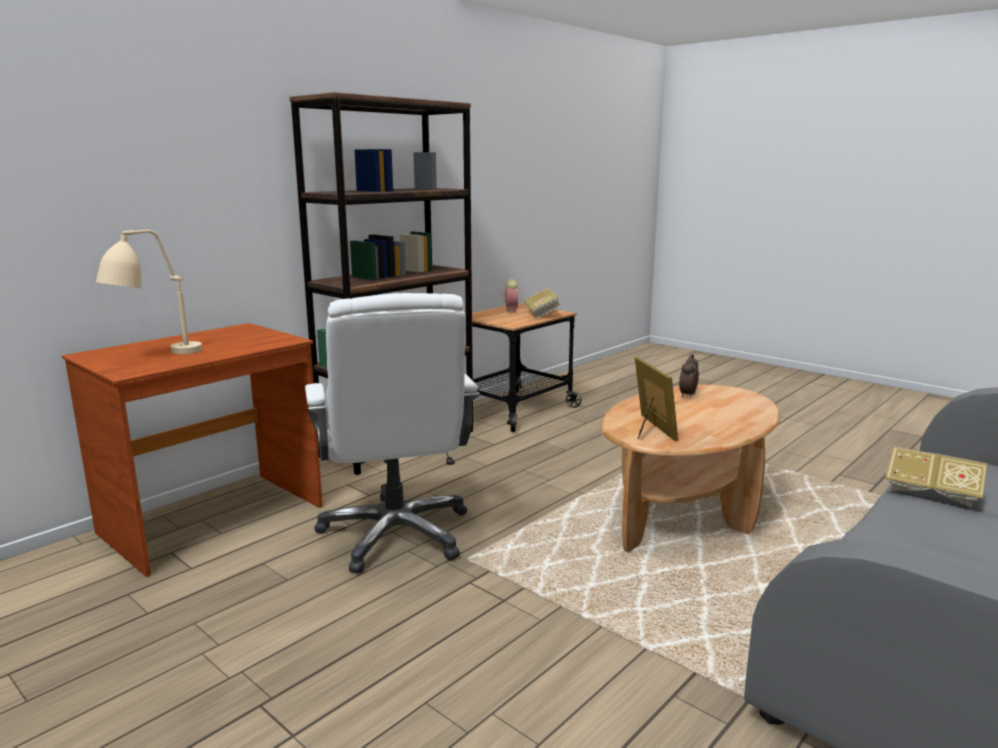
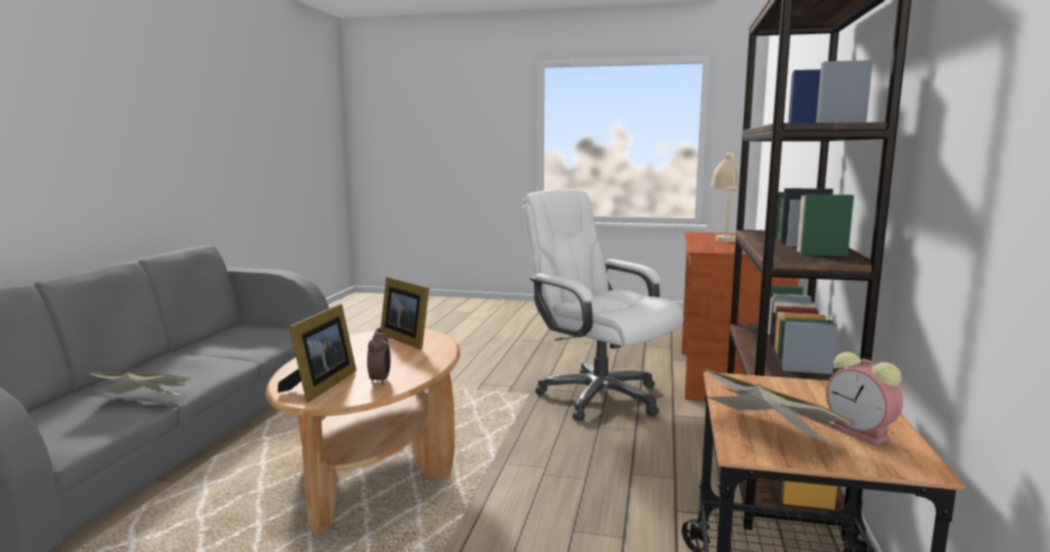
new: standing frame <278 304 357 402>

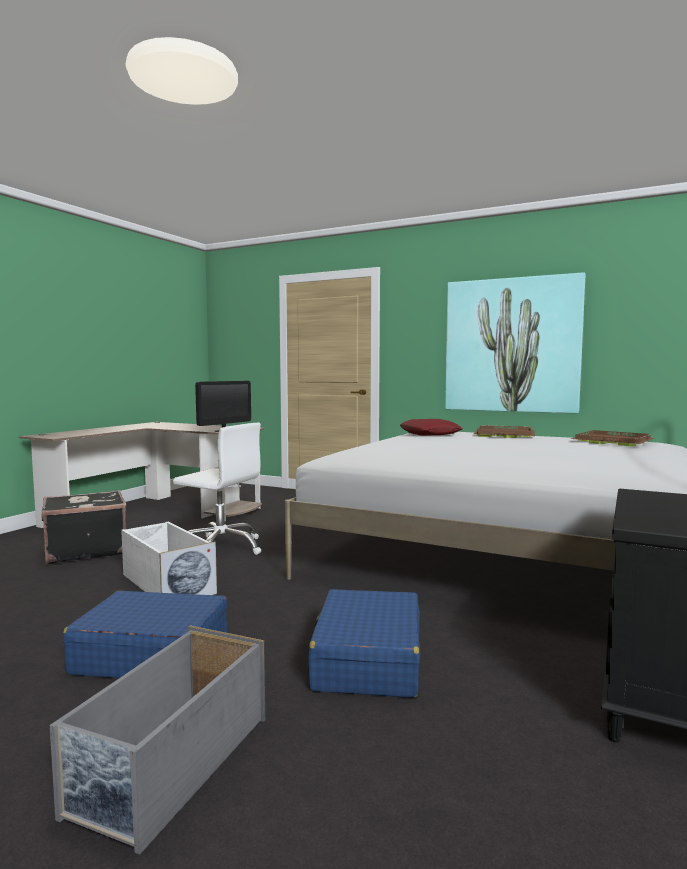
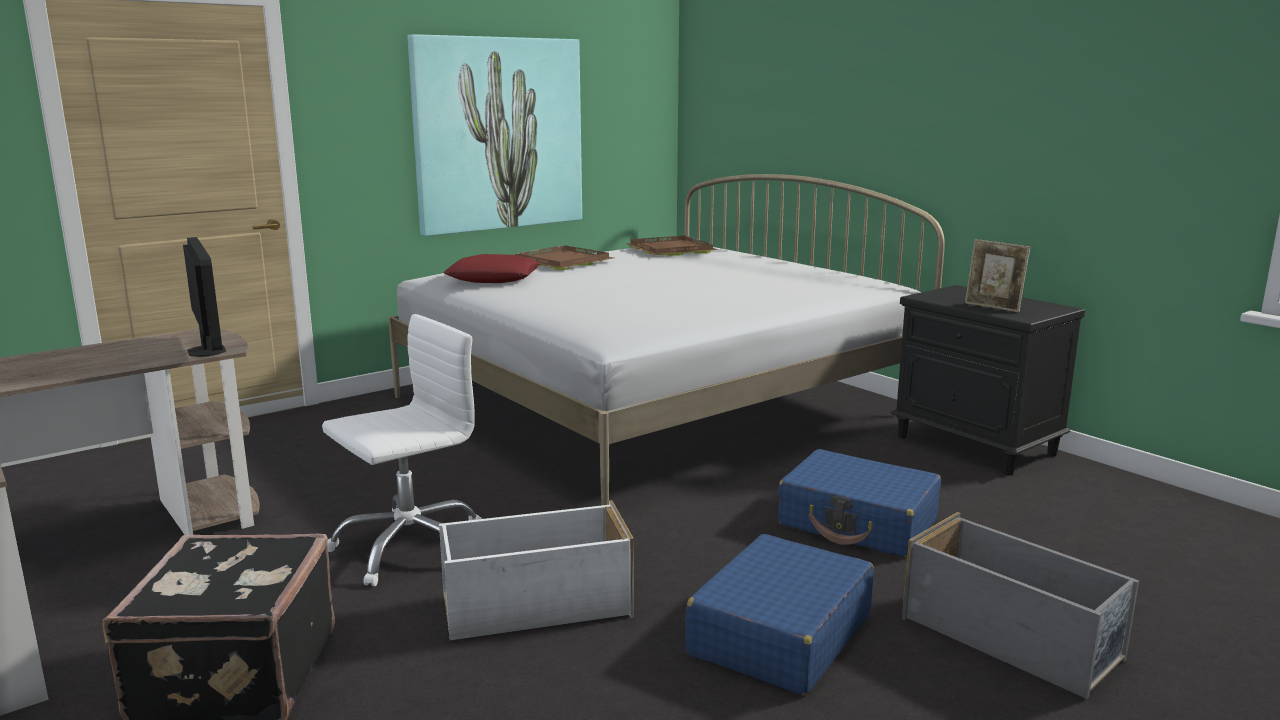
new: standing frame <965 239 1030 312>

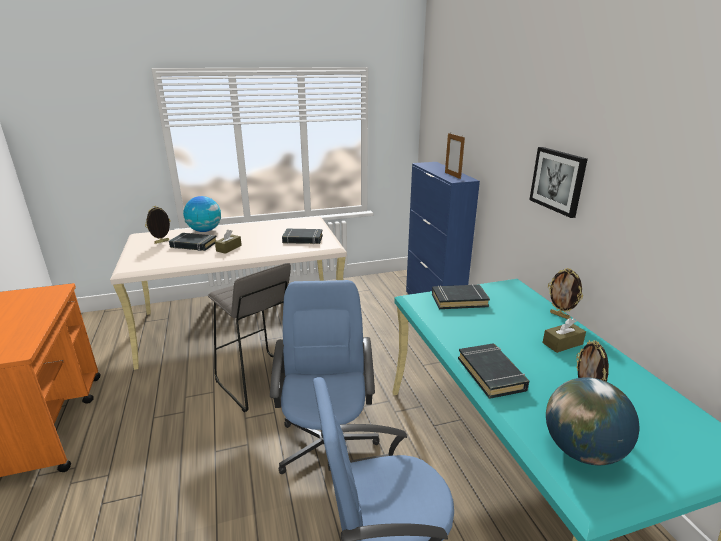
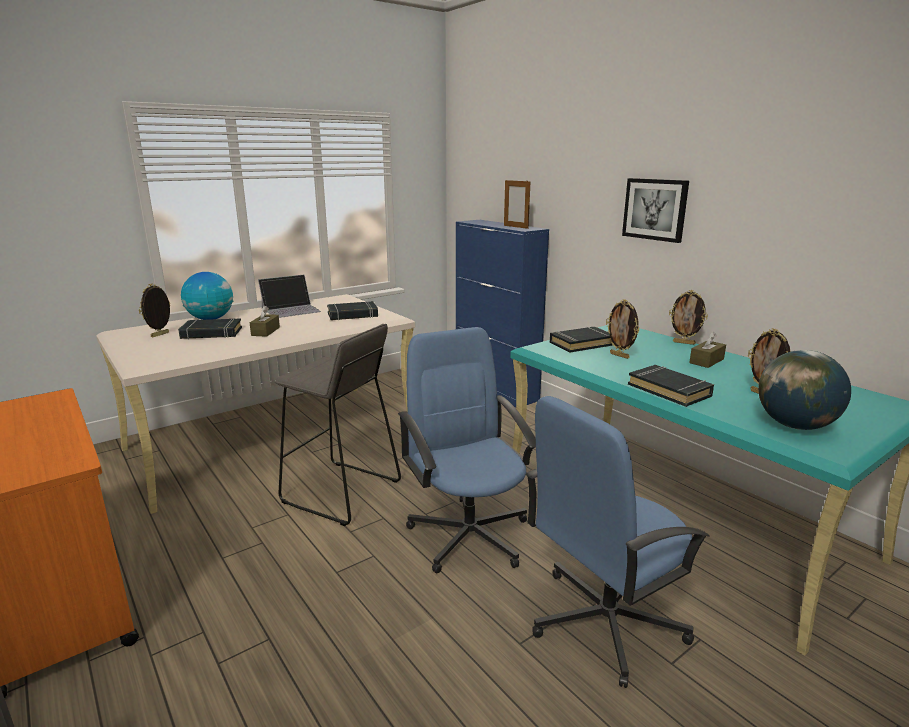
new: laptop <258 275 321 318>; standing frame <606 299 639 359>

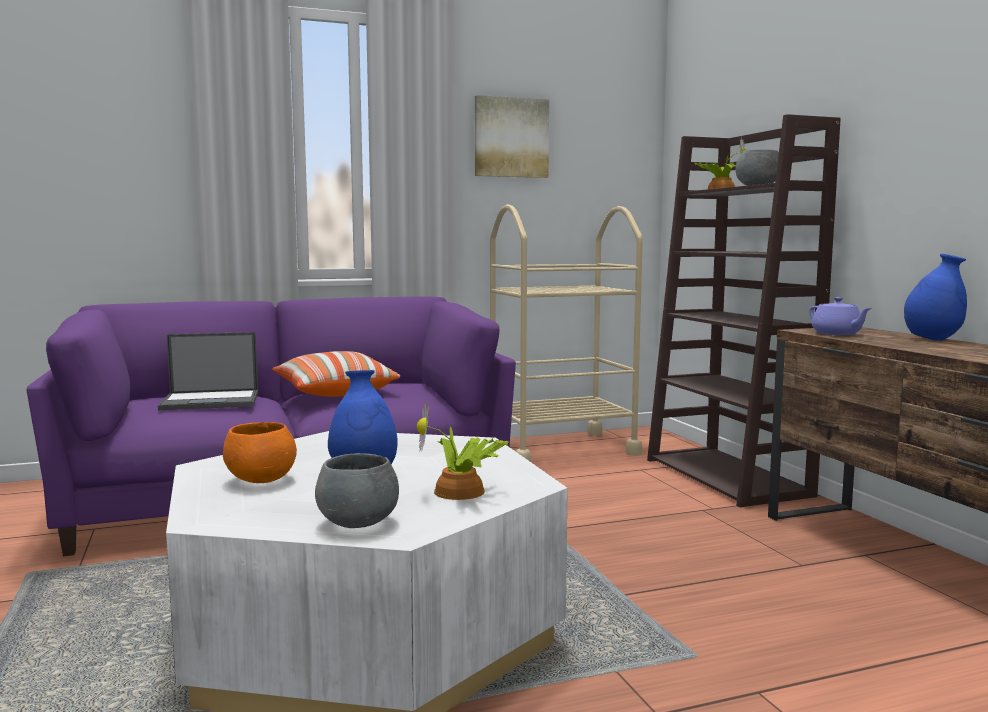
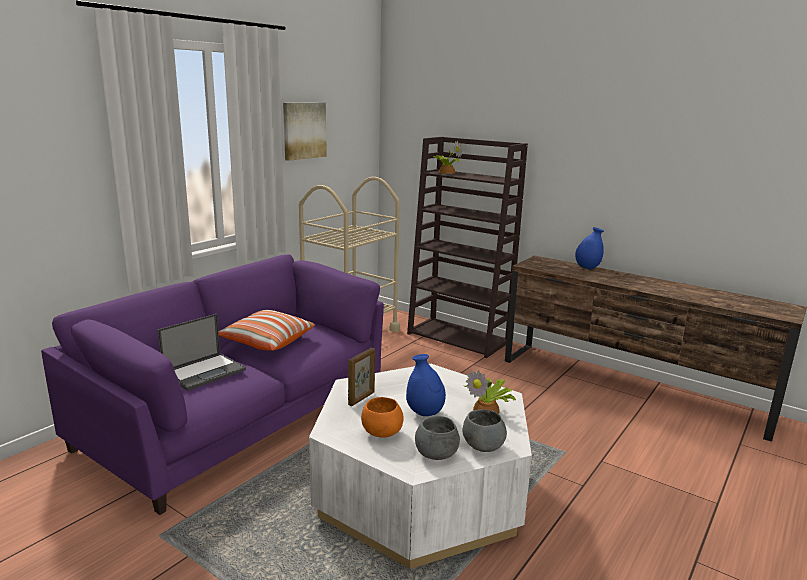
gone: purple tea pot <809 297 872 335>
new: standing frame <348 348 375 406>
shifted: greyish bowl <735 149 779 186> to <415 416 460 460>

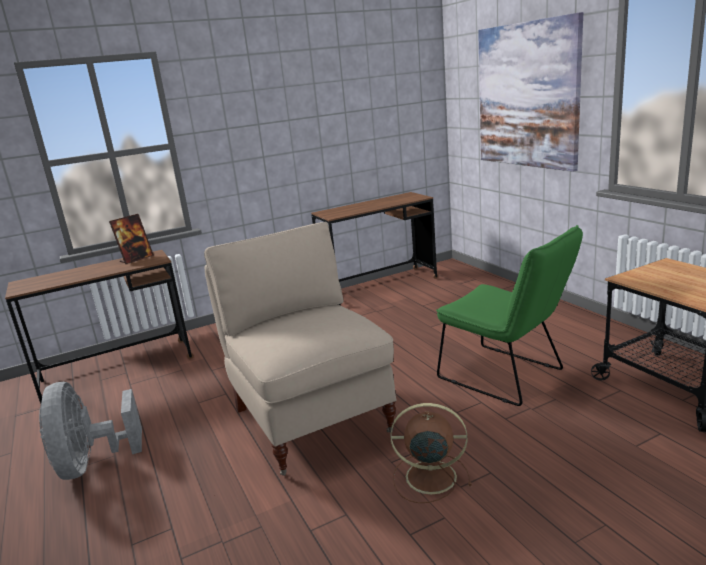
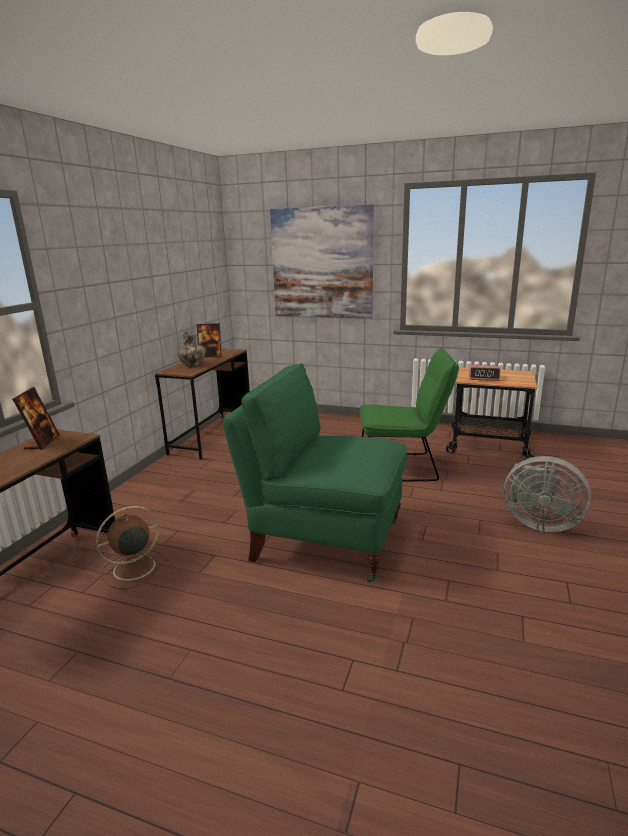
new: vase <177 331 206 366>; standing frame <197 323 222 357>; table clock <469 365 500 381>
shifted: greyish electric fan <39 382 142 480> to <504 456 592 532>; brownish electric fan <390 403 472 503> to <96 506 169 589>
repainted: beige-coloured chair <204 222 396 476> to green chair <223 363 407 583>

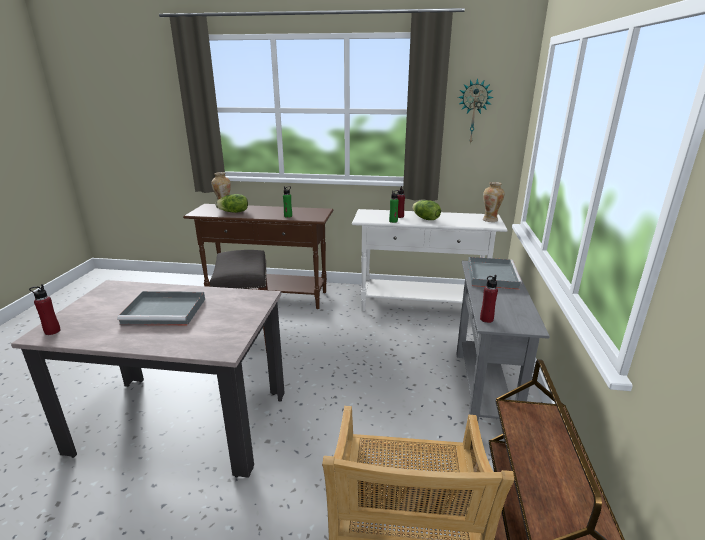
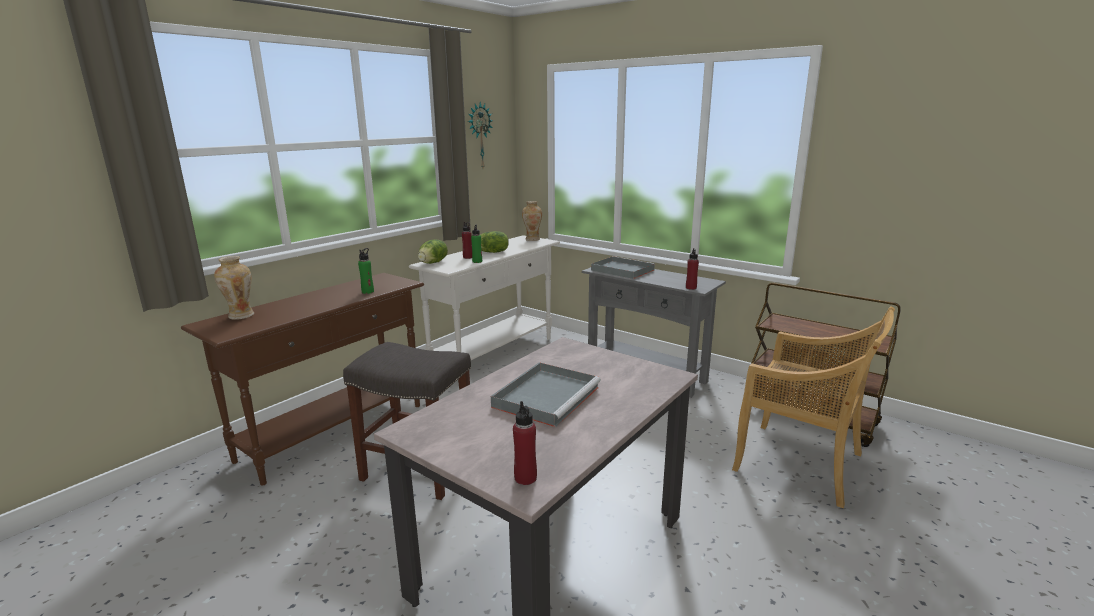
shifted: lettuce head <215 194 248 213> to <418 240 448 264>

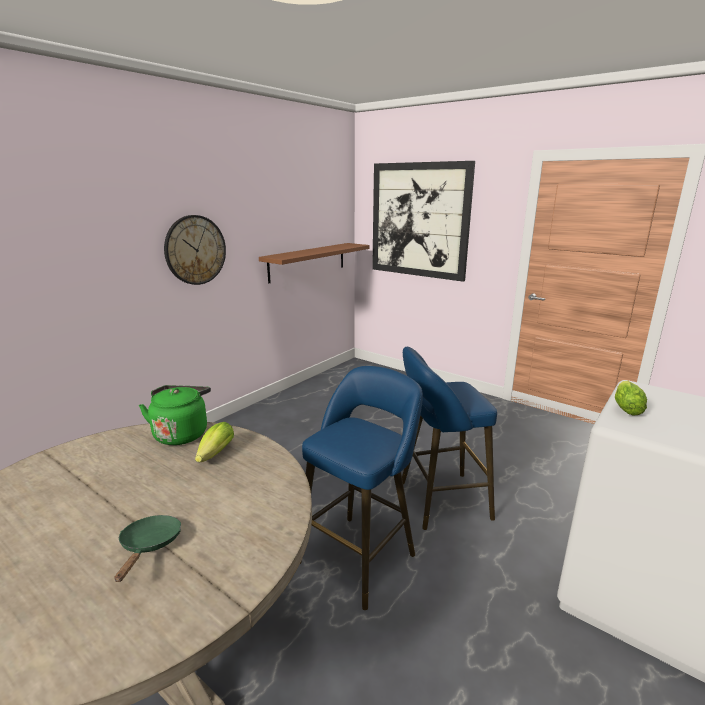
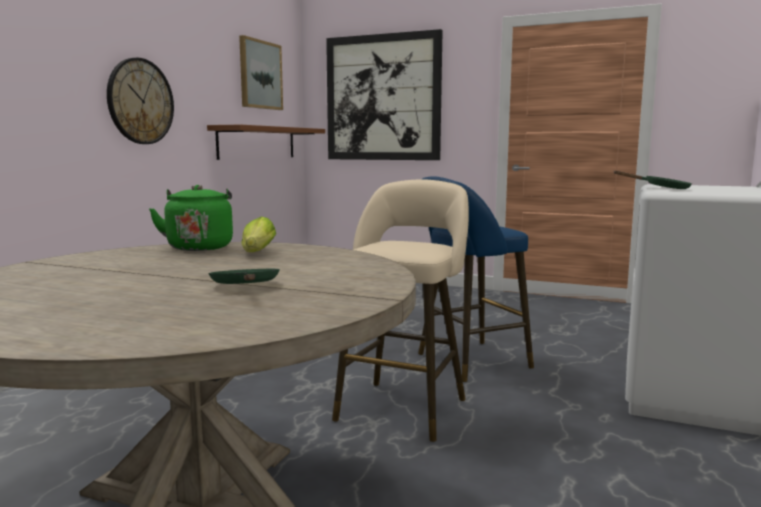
new: wall picture <239 35 283 110>
swapped: lettuce head <615 381 647 415> to green frying pan <614 170 692 189>
repainted: blue-coloured stool <300 366 423 610> to beige-coloured stool <332 179 469 442>

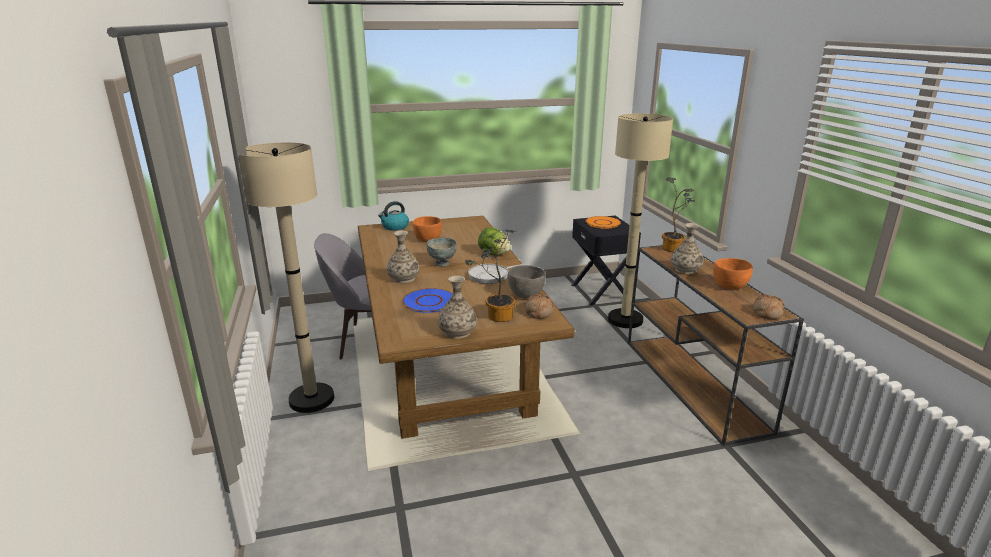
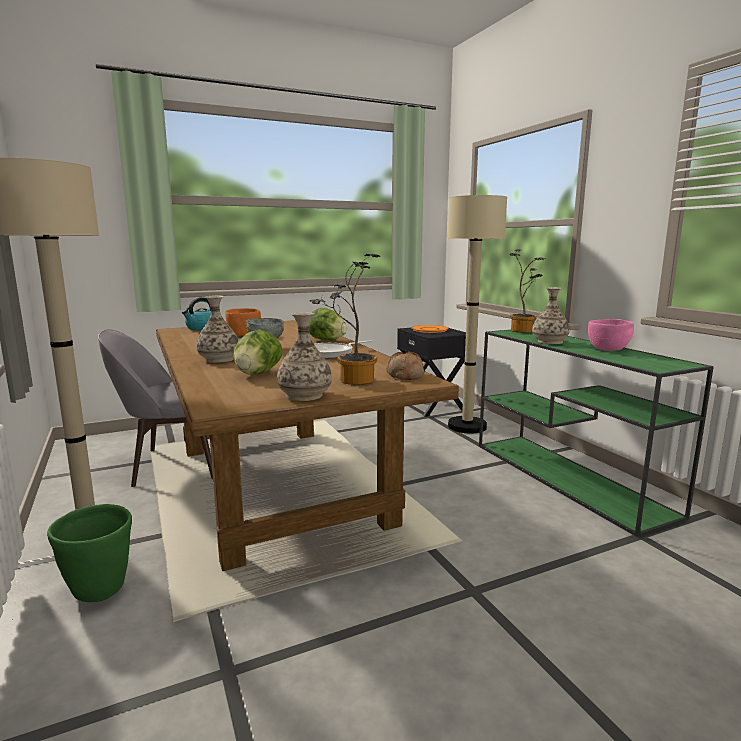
gone: greyish bowl <507 265 545 298>; bread <753 294 785 320>
new: green flower pot <47 504 132 602>
swapped: blue-coloured dinner plate <402 288 453 313> to lettuce head <233 329 283 375>
repainted: brownish narrow table <628 245 804 446> to green narrow table <479 330 714 537>; orange-coloured bowl <713 258 753 289> to pink-coloured bowl <588 319 634 351>

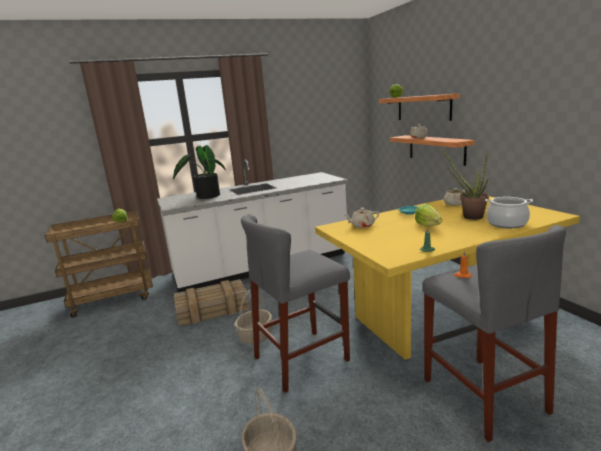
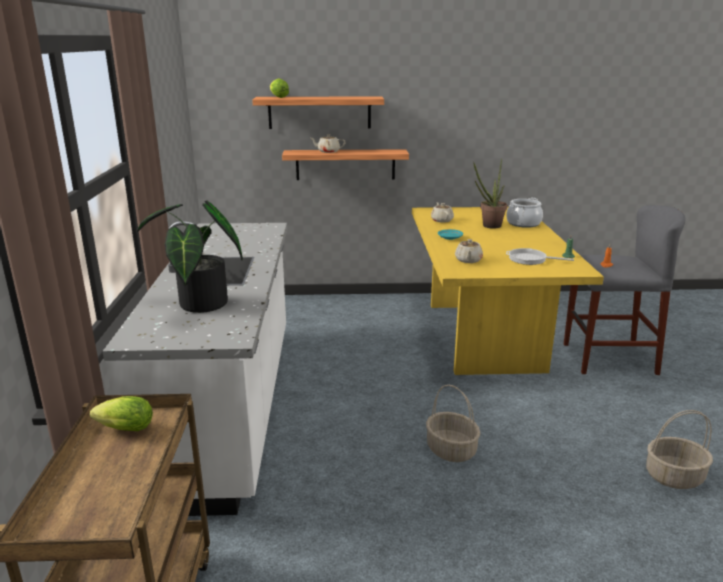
gone: crate <174 279 249 326>; greyish stool <241 215 350 393>; lettuce head <415 204 442 227>
new: frying pan <506 248 574 265>

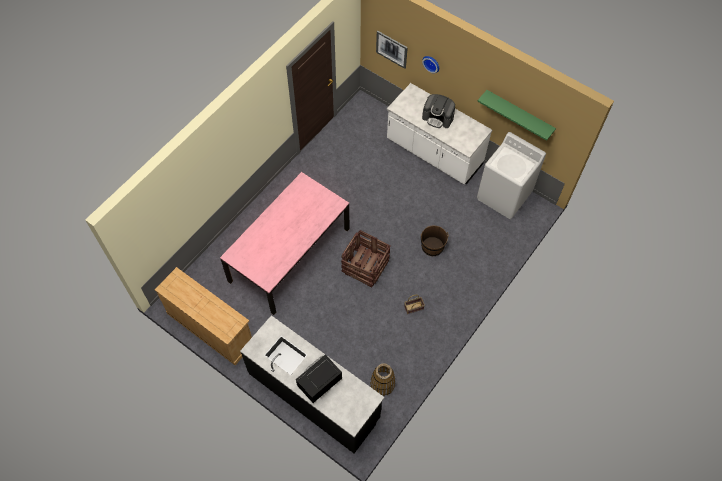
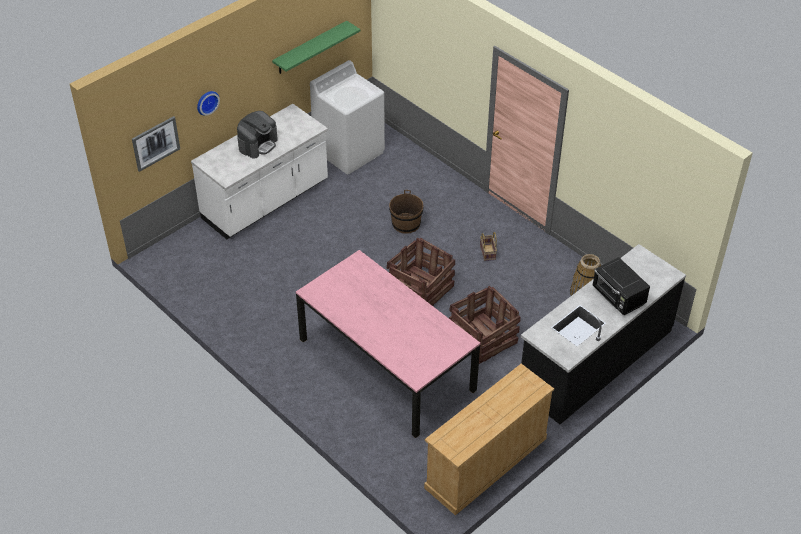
new: crate <449 286 521 364>

